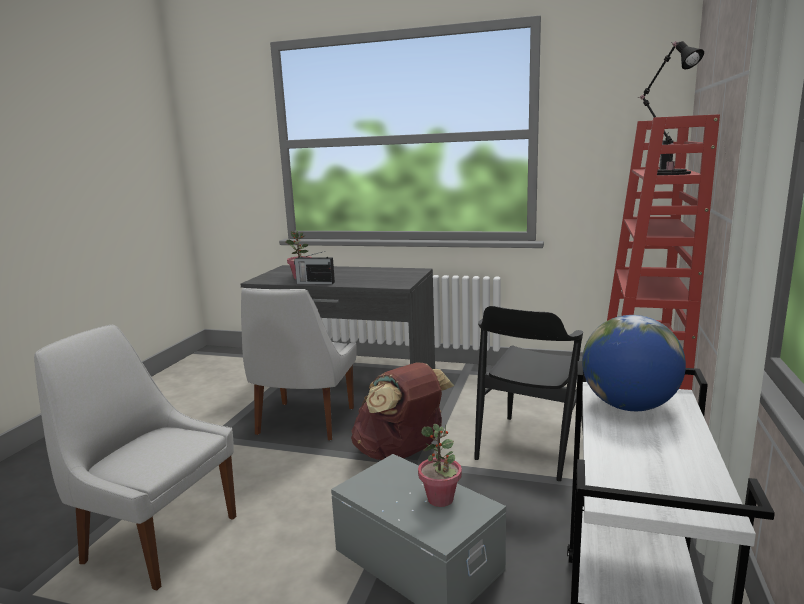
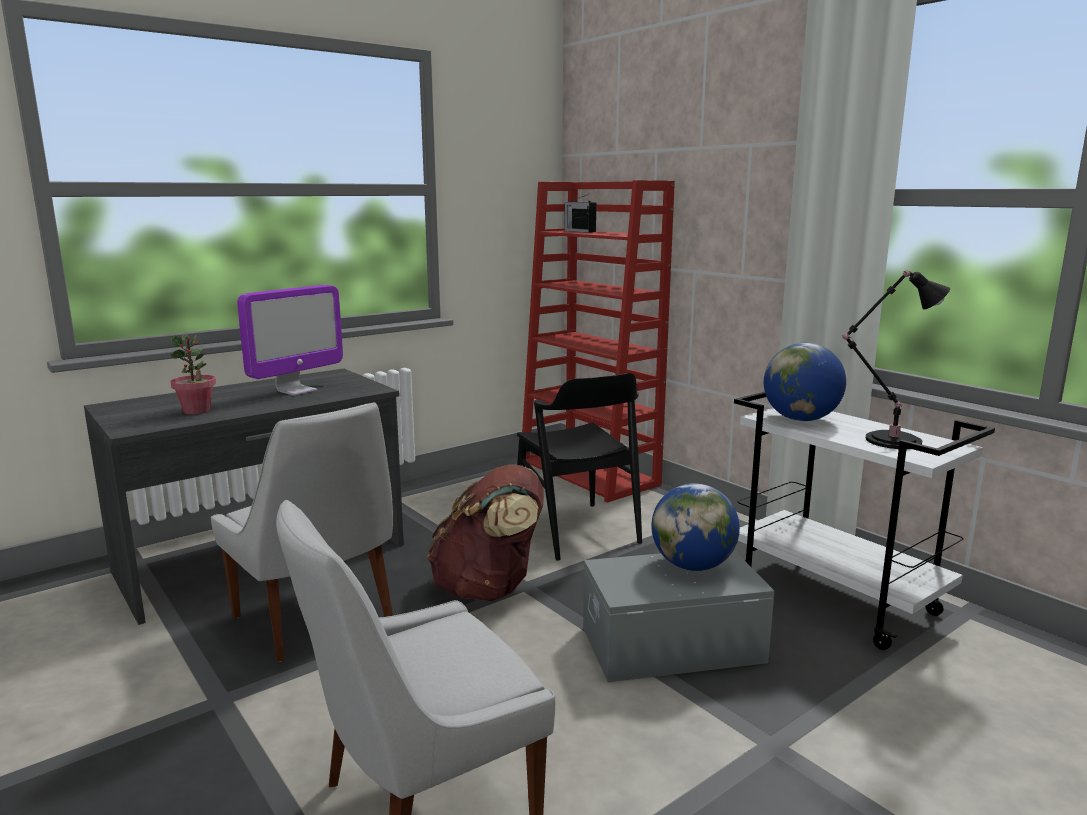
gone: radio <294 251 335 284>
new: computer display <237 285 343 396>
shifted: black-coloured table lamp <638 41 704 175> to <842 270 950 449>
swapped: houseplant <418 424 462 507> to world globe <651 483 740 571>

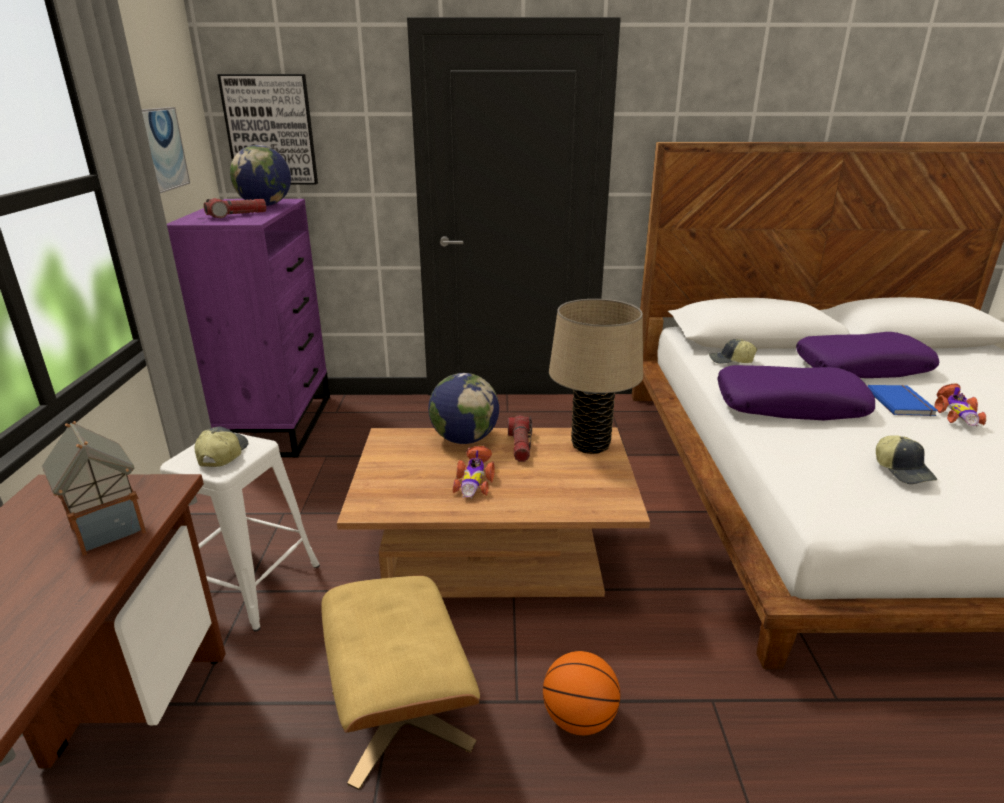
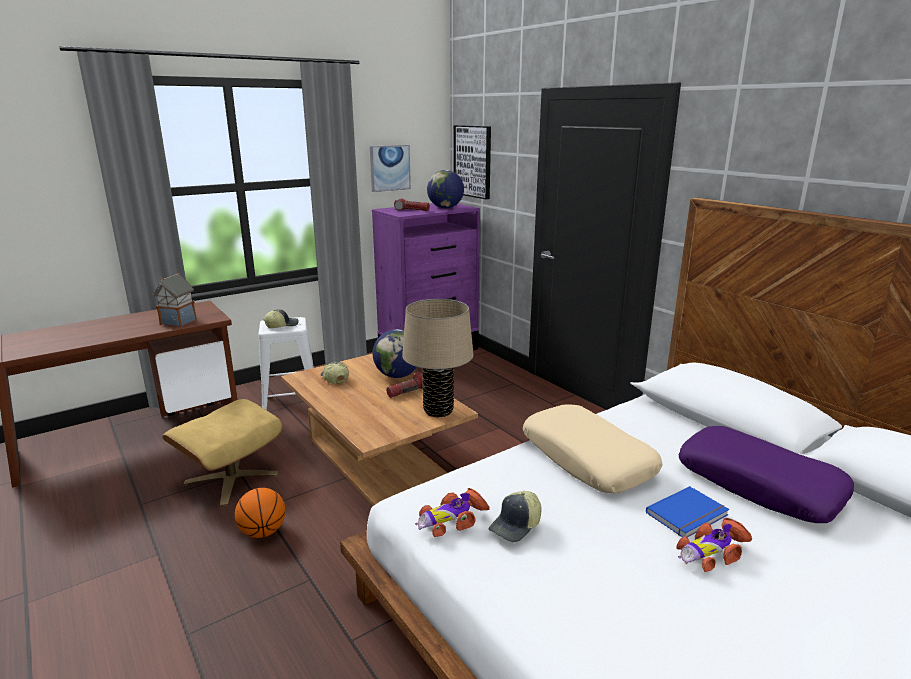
shifted: model car <453 446 495 498> to <415 488 489 537>; baseball cap <709 339 757 364> to <321 361 349 384>
repainted: purple cushion <717 365 875 420> to beige-coloured cushion <523 404 663 493>

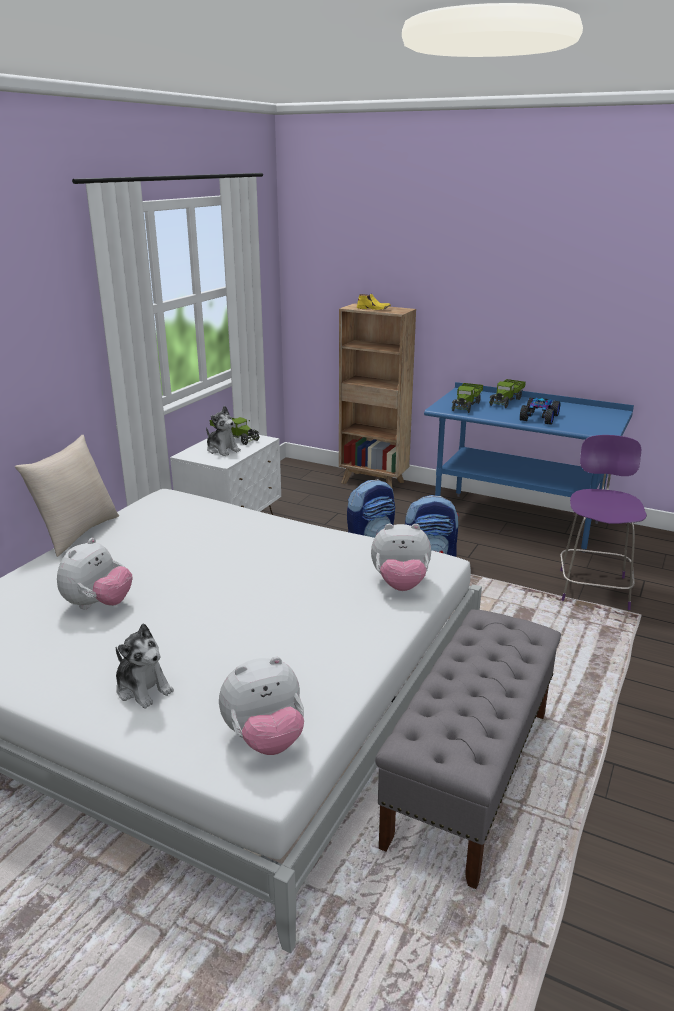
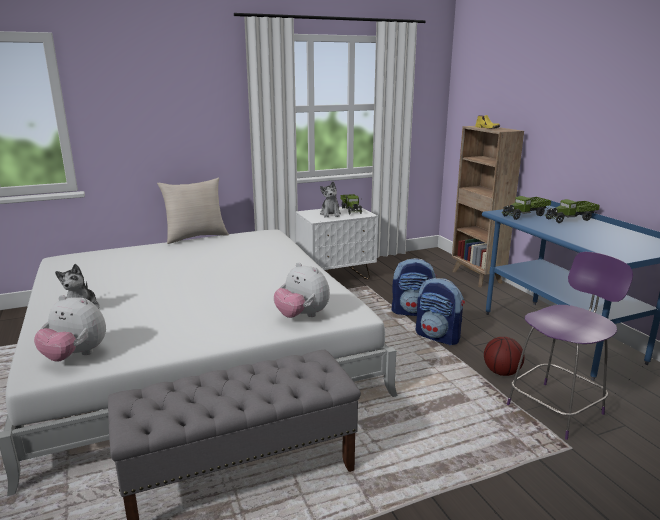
gone: soft toy <57 538 132 609>; model car <520 398 560 425>
new: basketball <484 337 525 376>

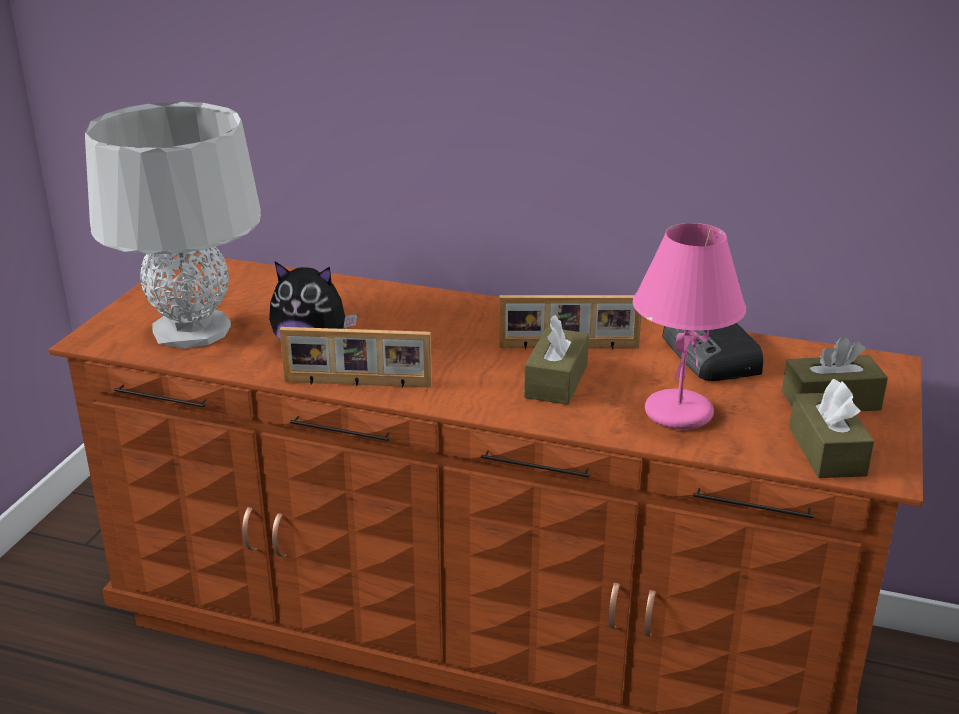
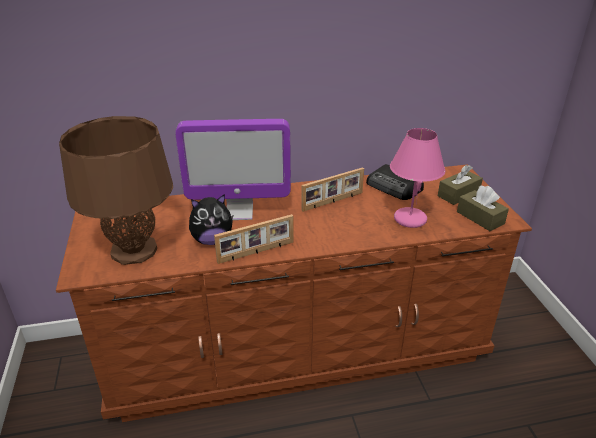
gone: brownish box of tissues <524 315 589 405>
new: computer display <175 119 291 220>
repainted: greyish table lamp <85 102 261 349> to brownish table lamp <59 116 173 265>

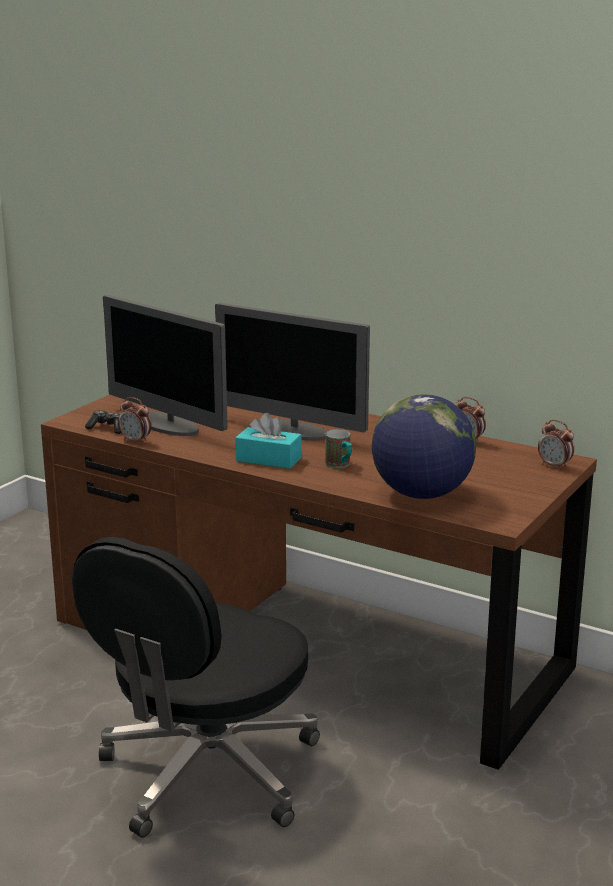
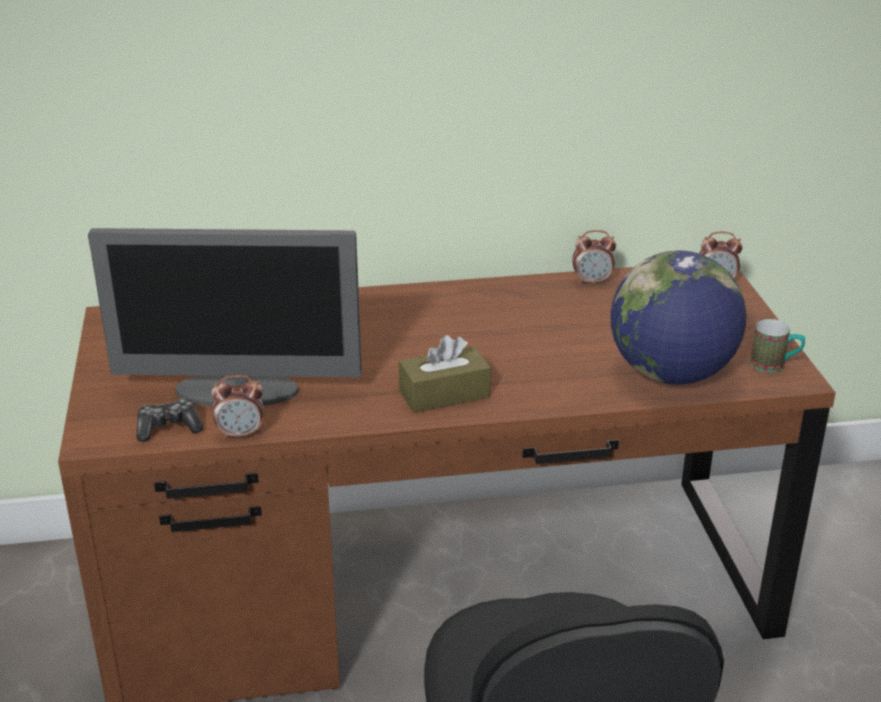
gone: computer display <215 303 370 441>
shifted: coffee mug <325 429 352 468> to <750 319 805 373>
repainted: turquoise box of tissues <235 413 302 469> to brownish box of tissues <399 335 491 413>

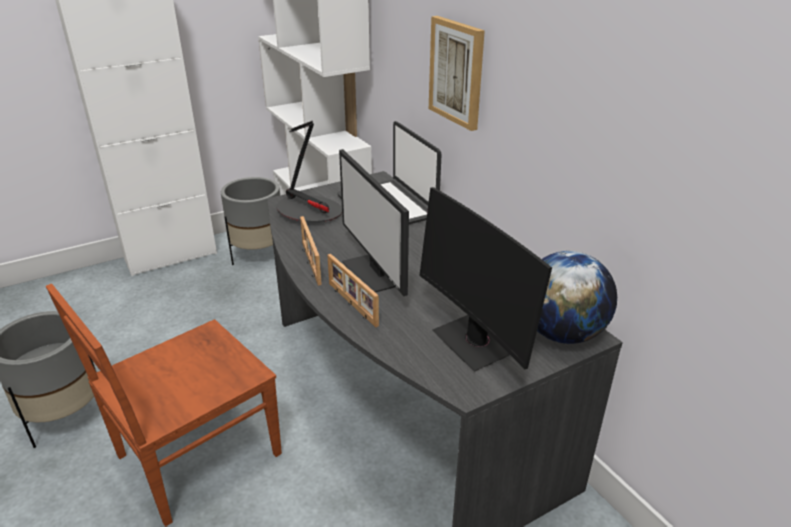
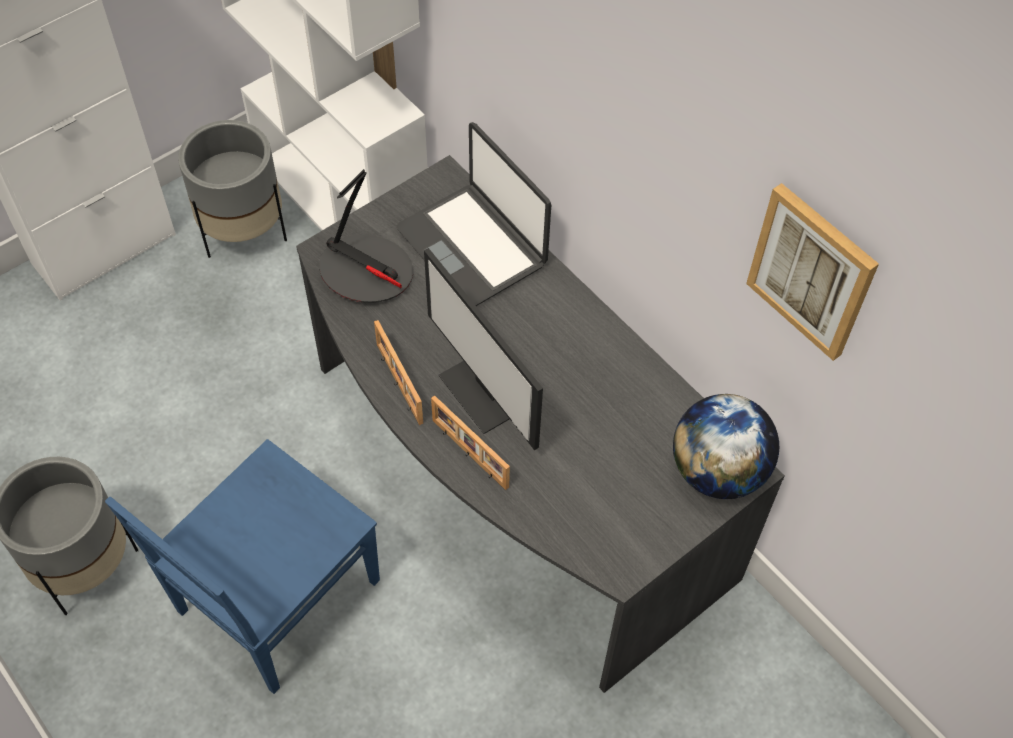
gone: computer display <419 187 552 372>
shifted: wall picture <429 16 485 131> to <746 183 879 361>
repainted: brownish chair <46 284 282 527> to blue-coloured chair <105 439 380 694>

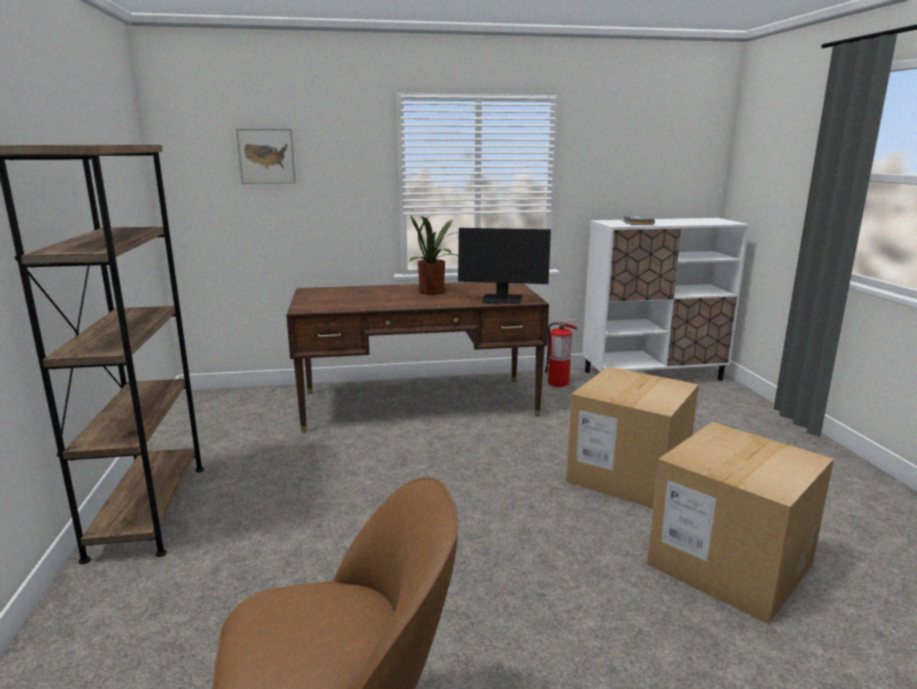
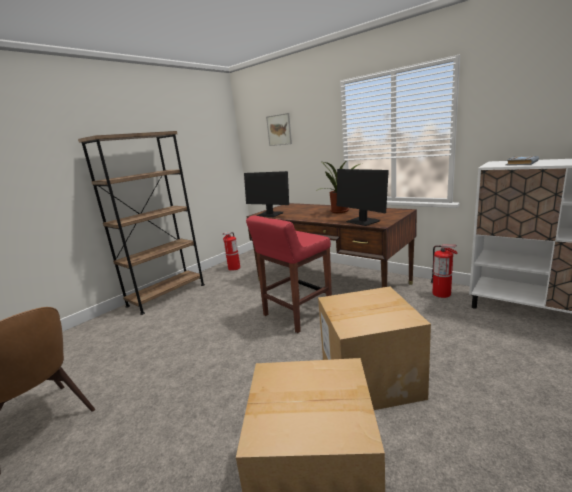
new: fire extinguisher <222 232 240 271>; computer display <244 171 289 217>; red-coloured stool <246 215 332 333>

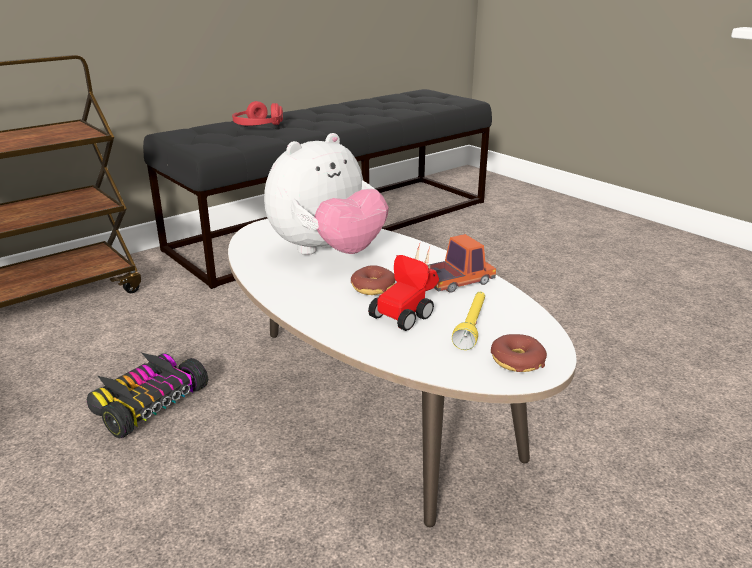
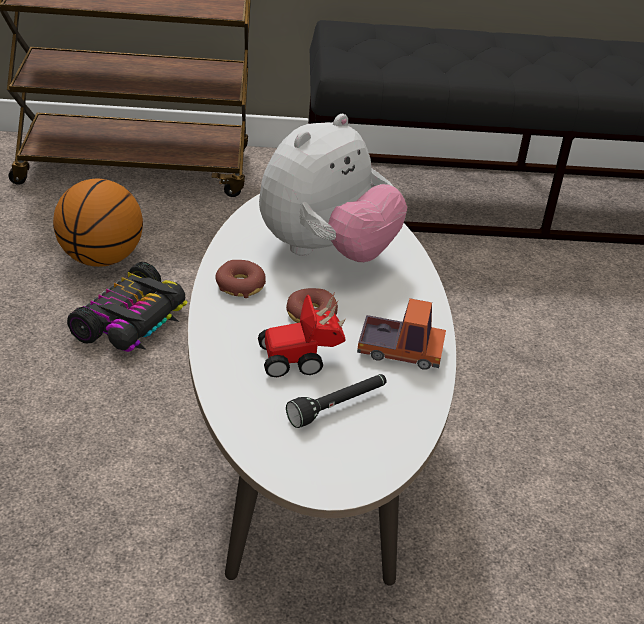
gone: red-coloured headphones <232 101 283 126>
new: basketball <53 179 143 267>
shifted: doughnut <491 334 547 372> to <215 260 266 298>
repainted: yellowish flashlight <452 292 485 350> to black-coloured flashlight <286 374 386 428>
rotated: model car <87 353 208 438> = <67 262 188 352> 135 degrees clockwise; soft toy <264 133 389 255> = <259 114 407 262> 45 degrees counterclockwise

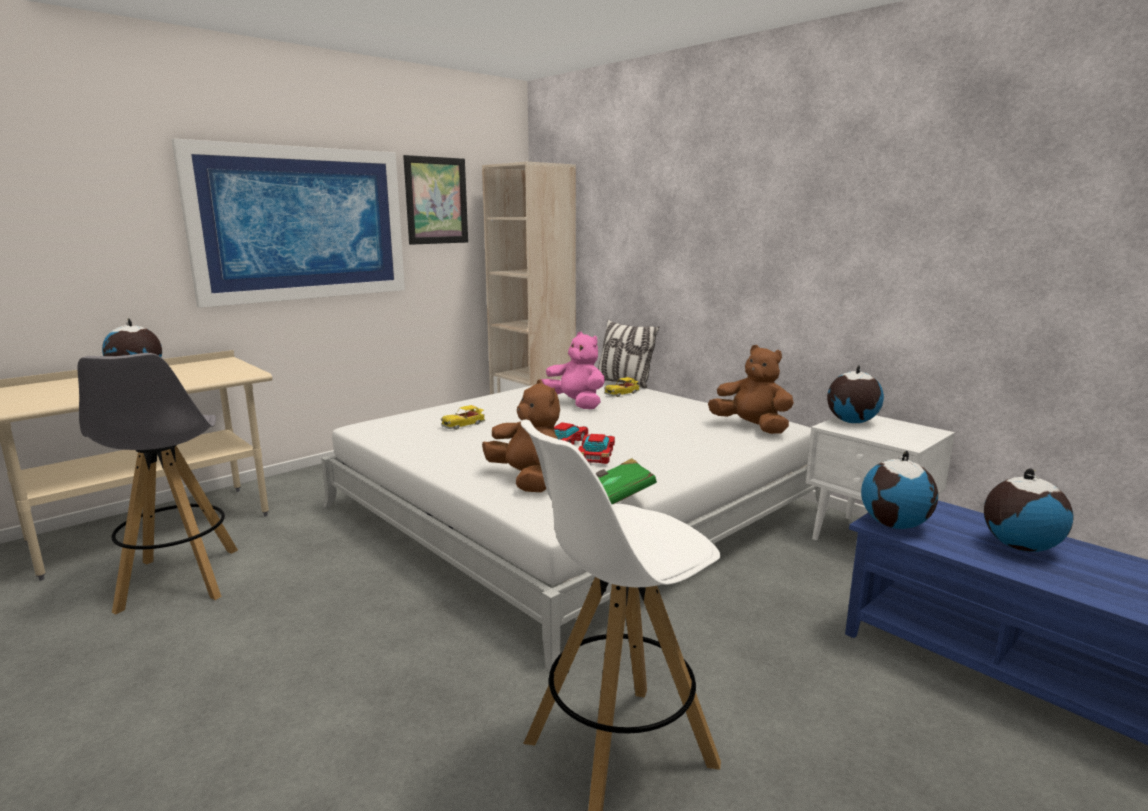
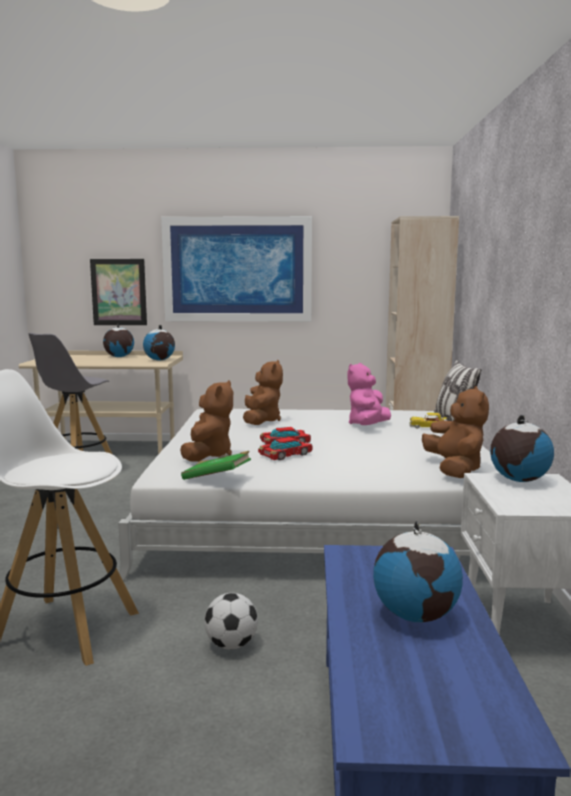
new: ball for football <204 593 258 649>
shifted: wall picture <403 155 468 245> to <90 259 147 325>; world globe <861 451 938 529> to <143 325 175 360>
swapped: model car <441 405 485 430> to brownish soft toy <243 360 283 425>
rotated: pink-coloured soft toy <541 332 605 409> = <347 363 391 425> 150 degrees counterclockwise

